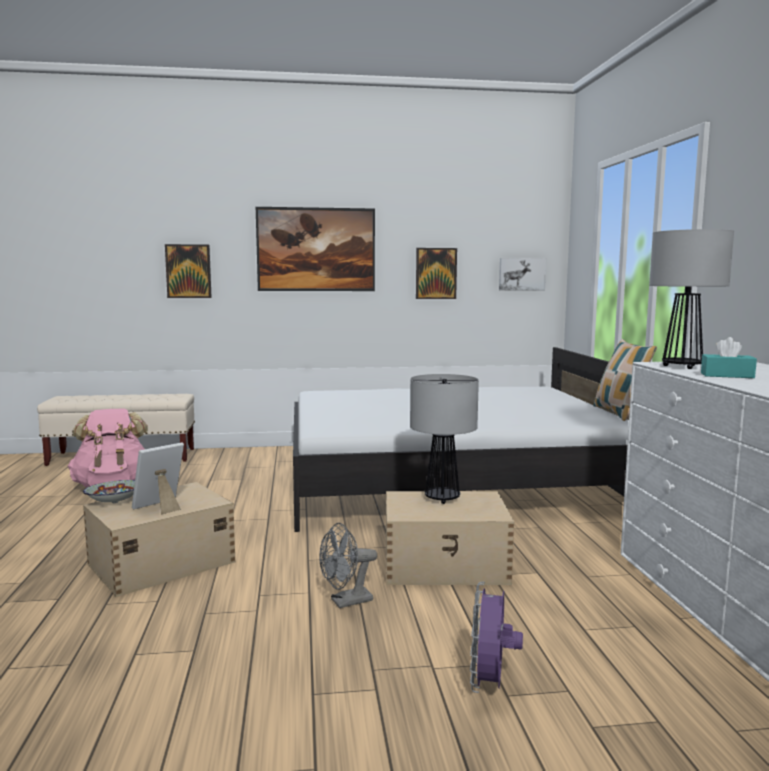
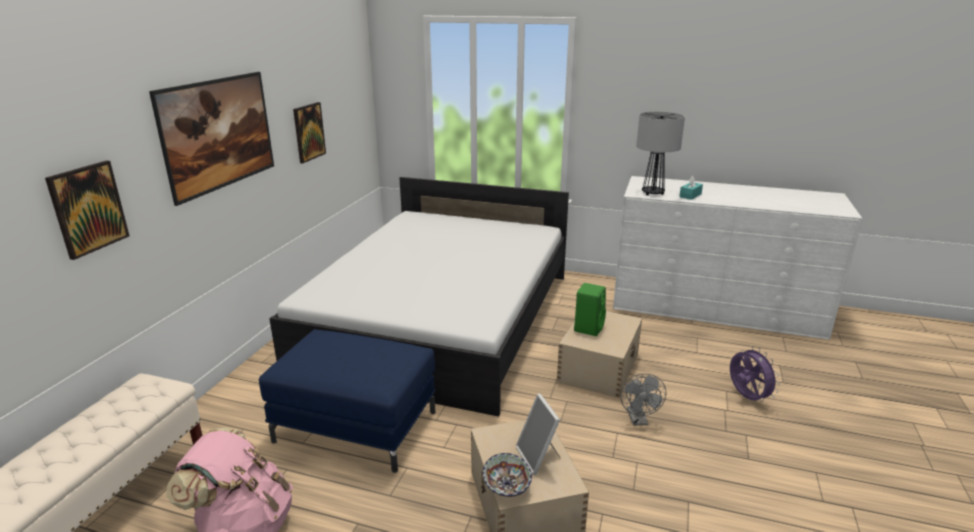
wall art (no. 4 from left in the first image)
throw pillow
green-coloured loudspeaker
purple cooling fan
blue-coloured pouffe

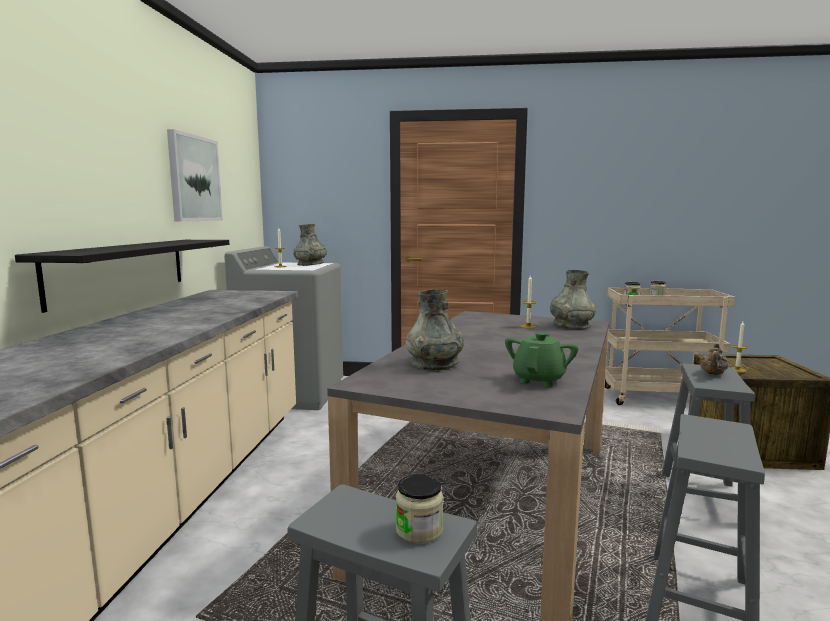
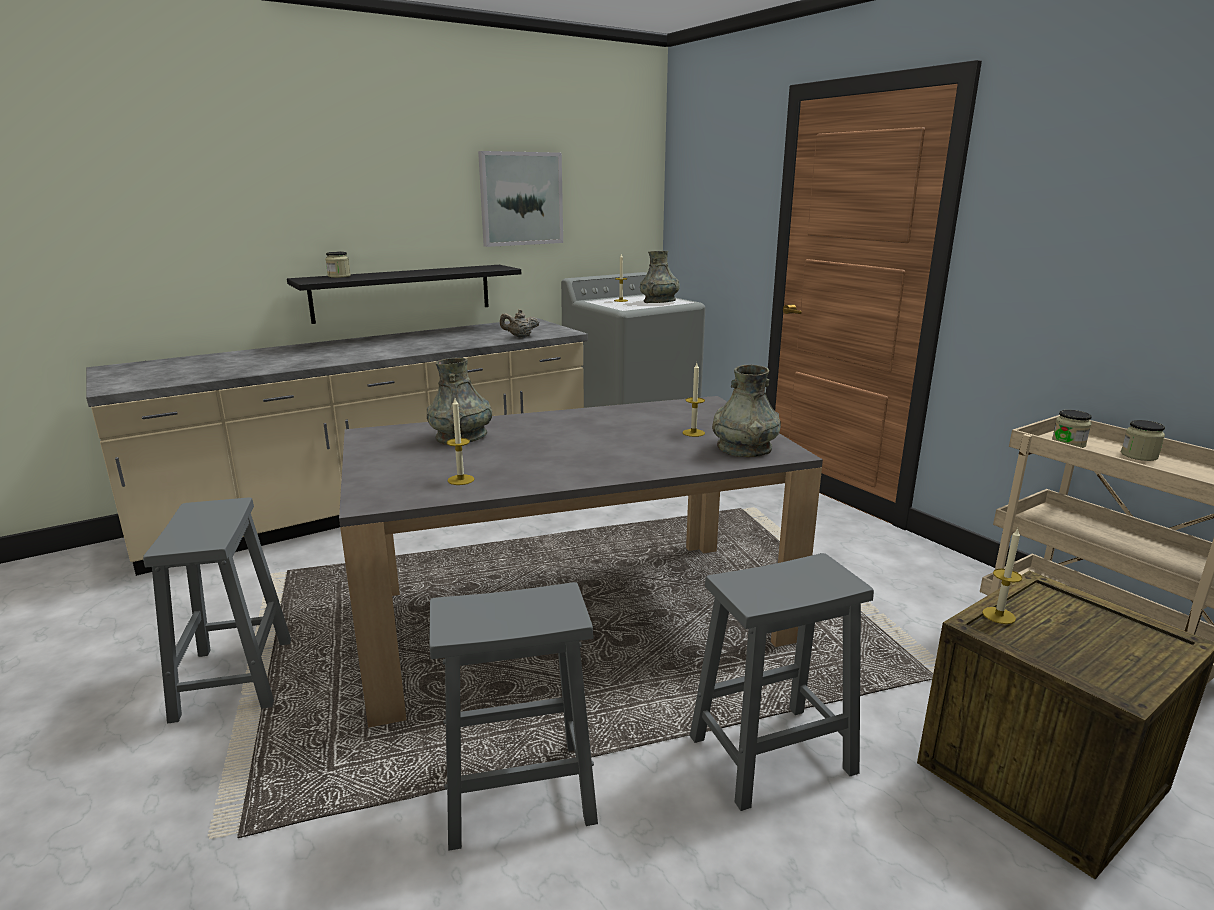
candle (no. 1 from left)
beige tea pot
storage jar (no. 1 from left)

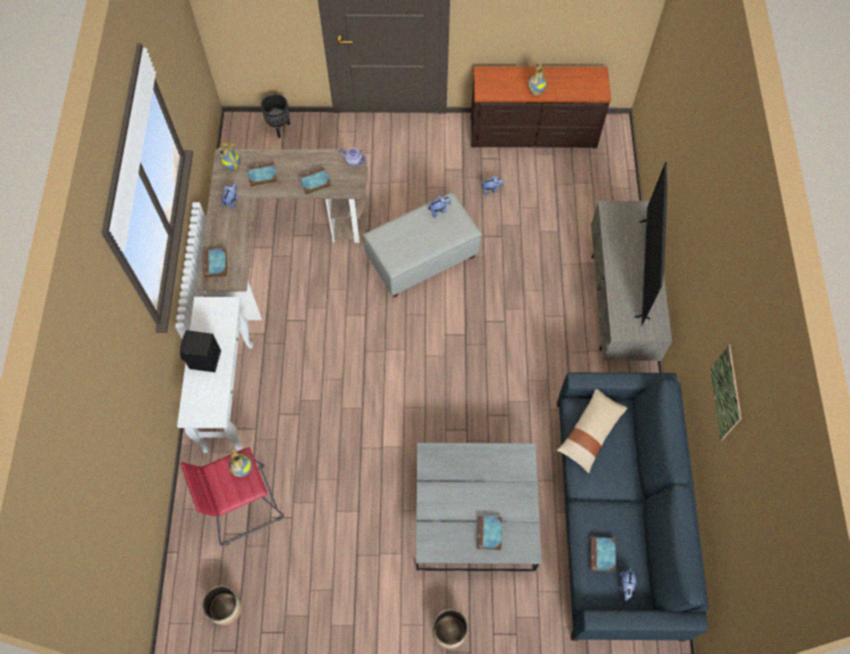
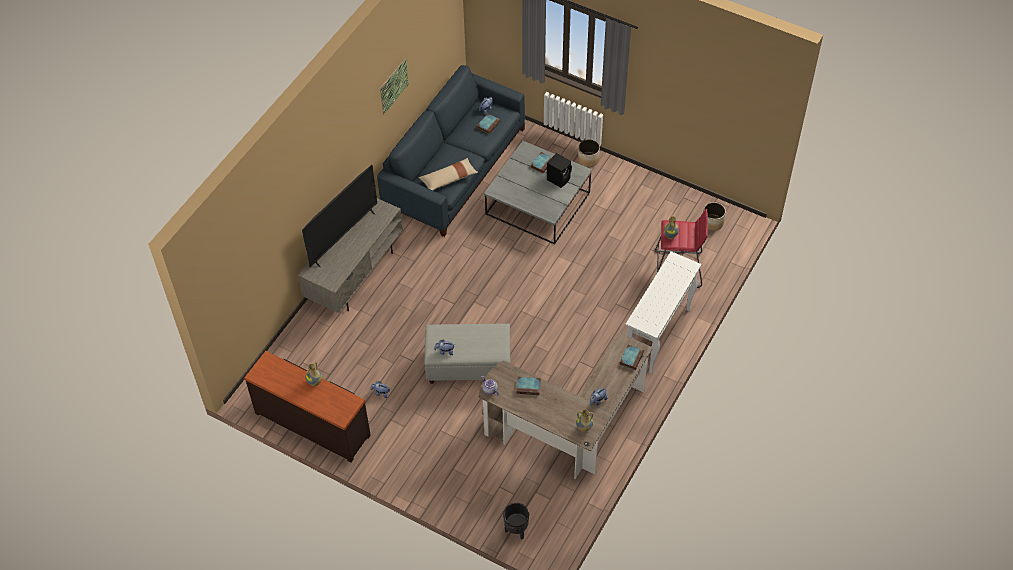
book (no. 2 from left in the first image)
black-coloured loudspeaker

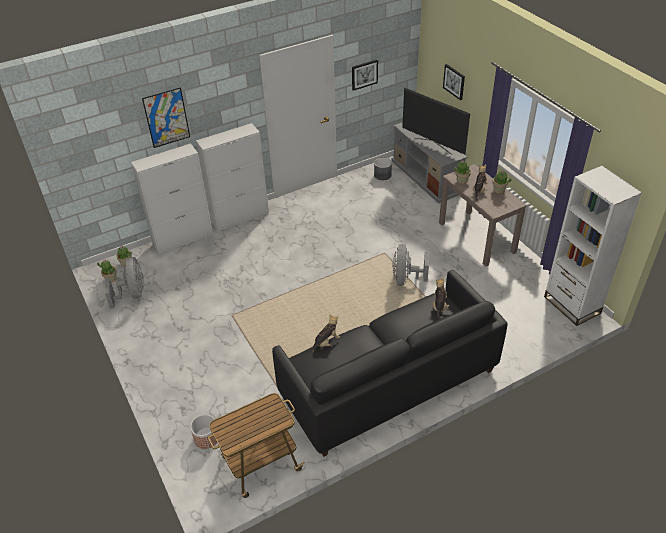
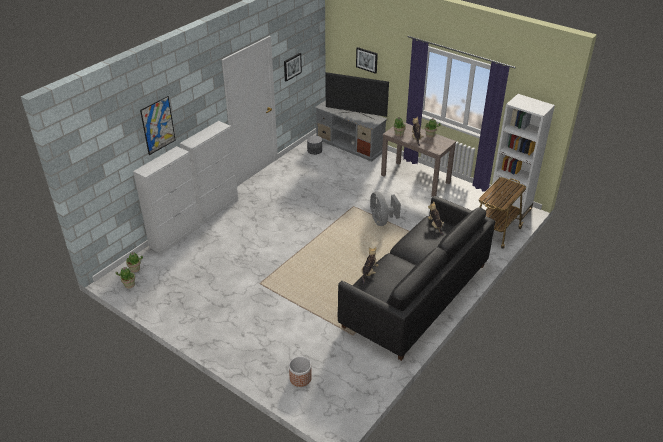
greyish cooling fan (no. 1 from left in the first image)
cart

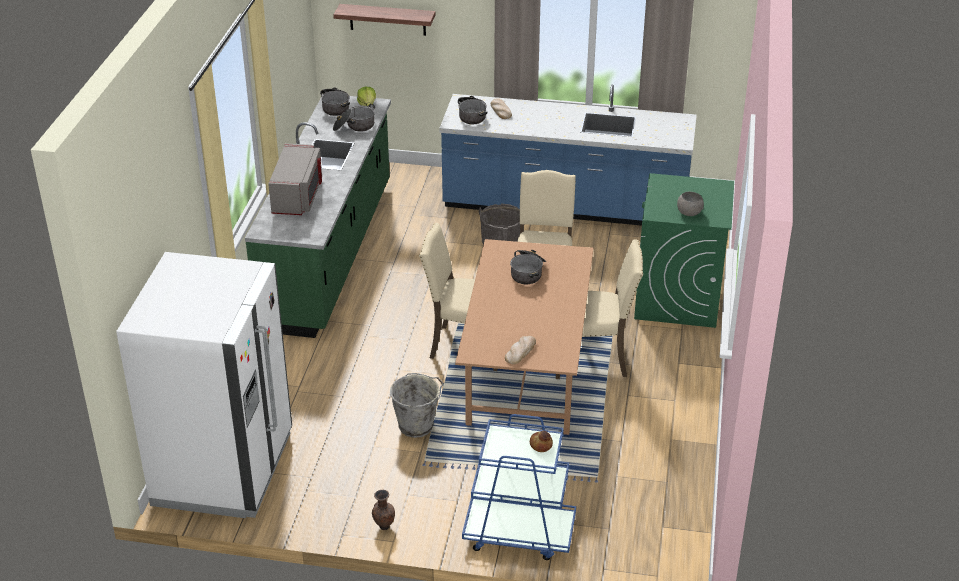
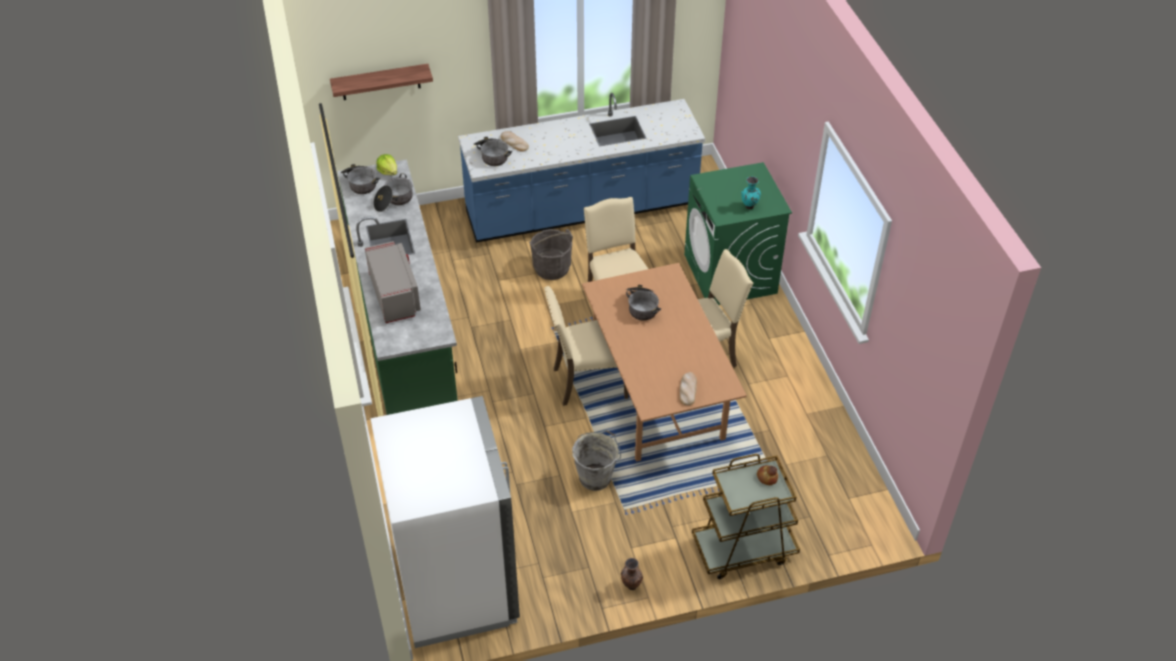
blue-green flower vase
brownish cart

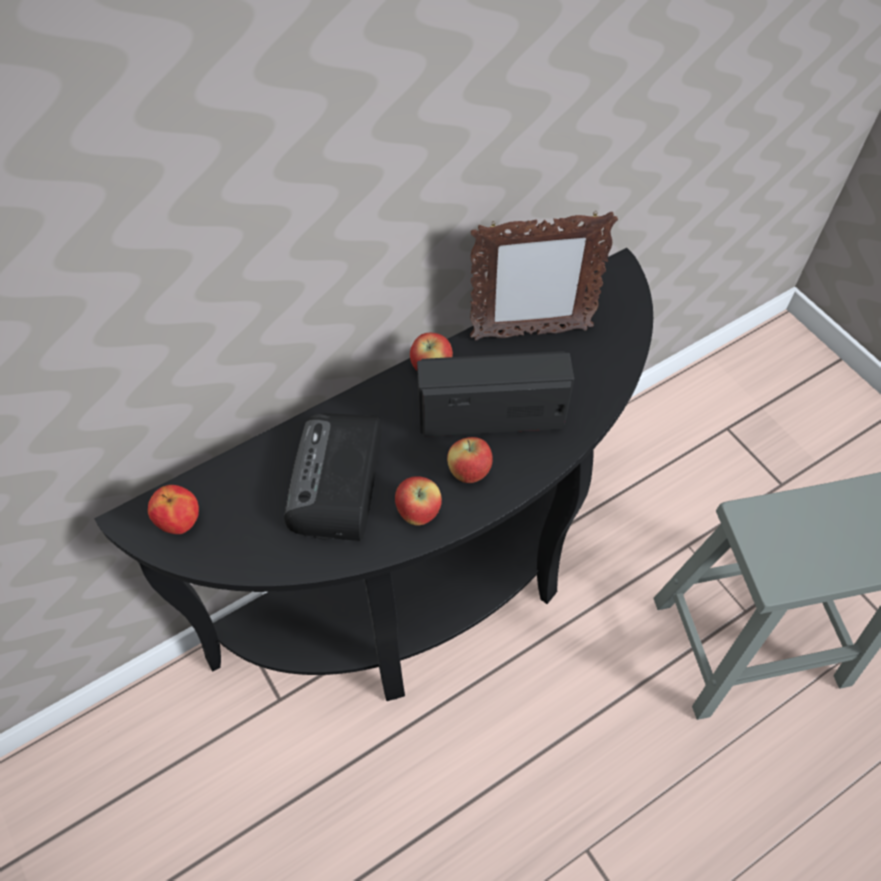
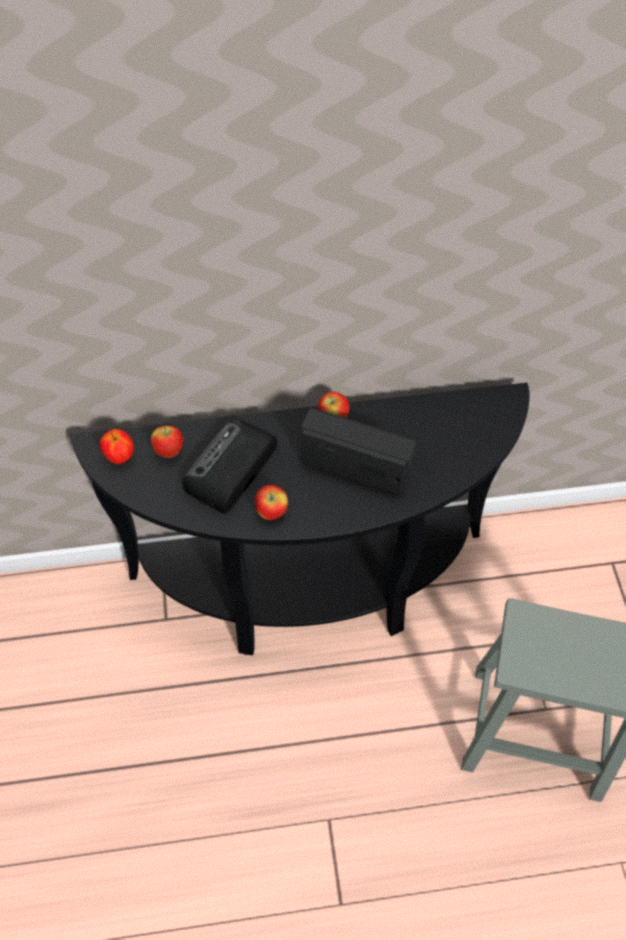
photo frame
apple (no. 2 from left)

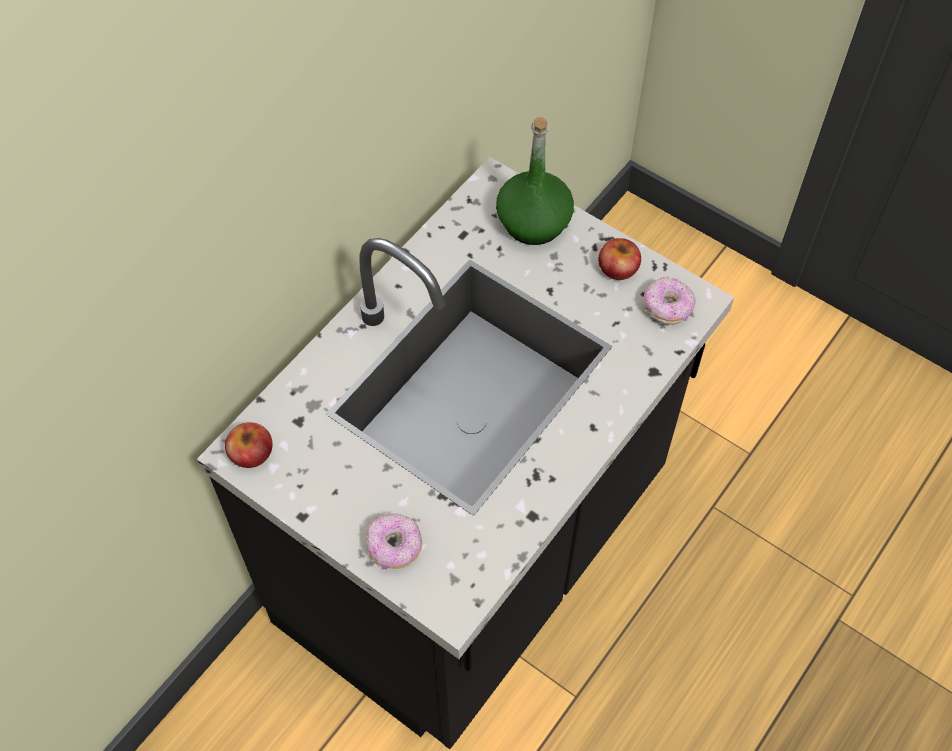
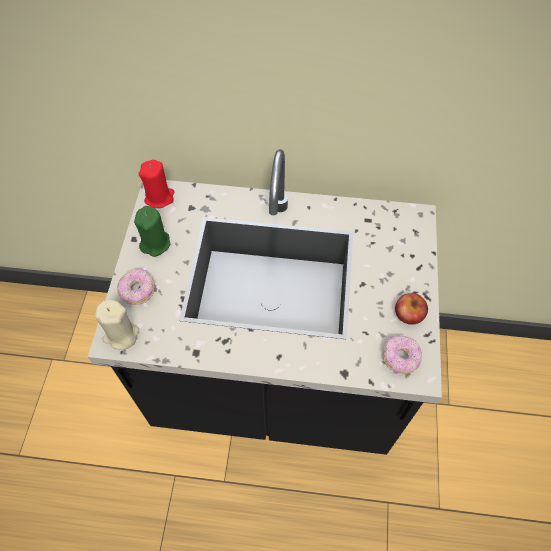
green-coloured beverage bottle
reddish candle
green-coloured candle
beige candle

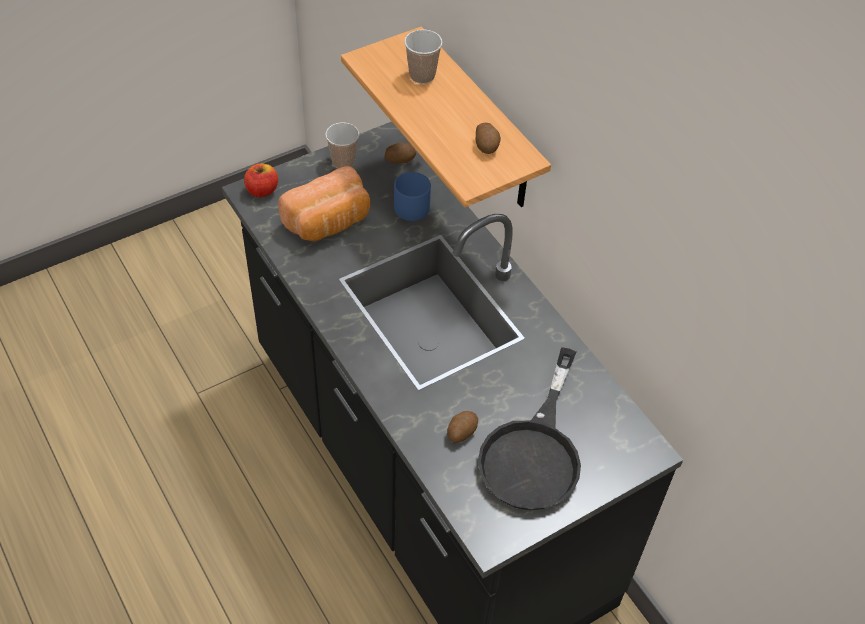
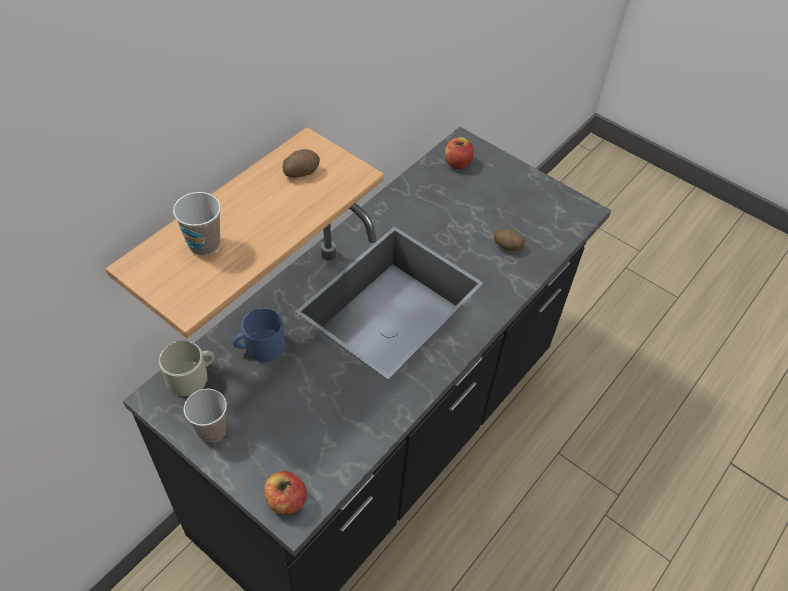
beige coffee mug
baked bread
black-coloured pan
apple (no. 2 from left)

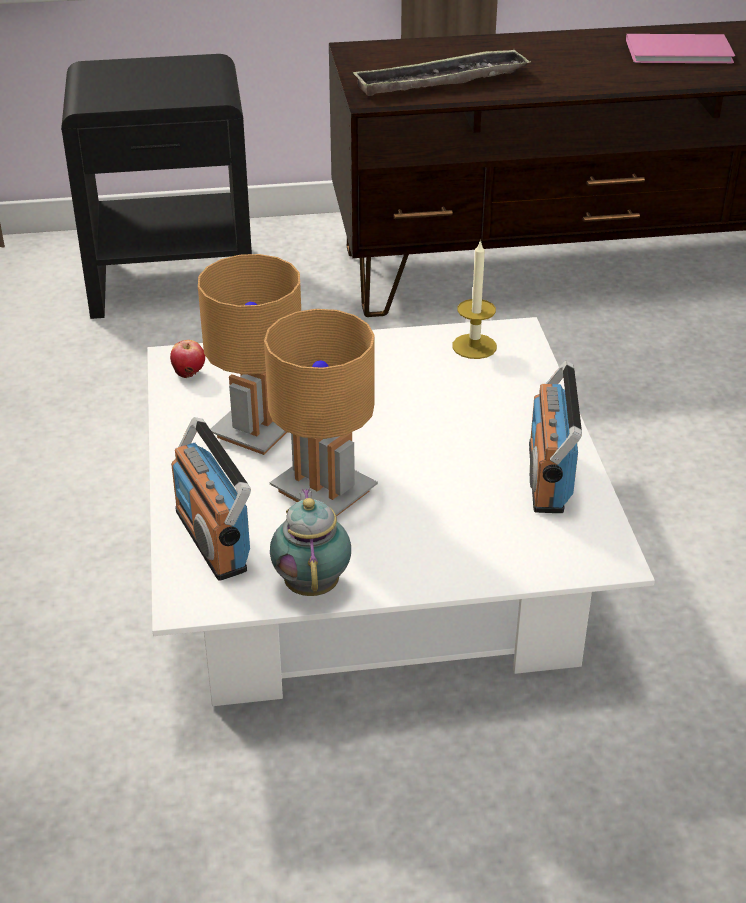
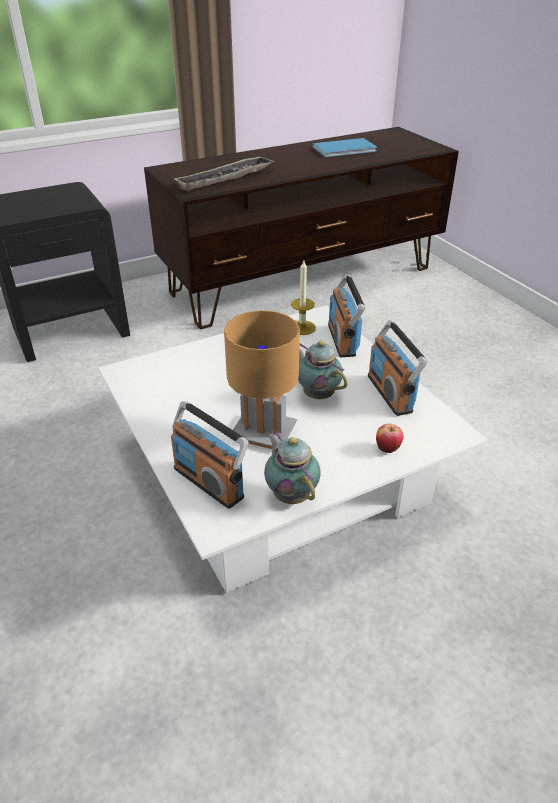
blue-coloured book
brownish tabletop lamp (no. 1 from left in the first image)
apple
radio set (no. 2 from left)
tea pot (no. 2 from left)

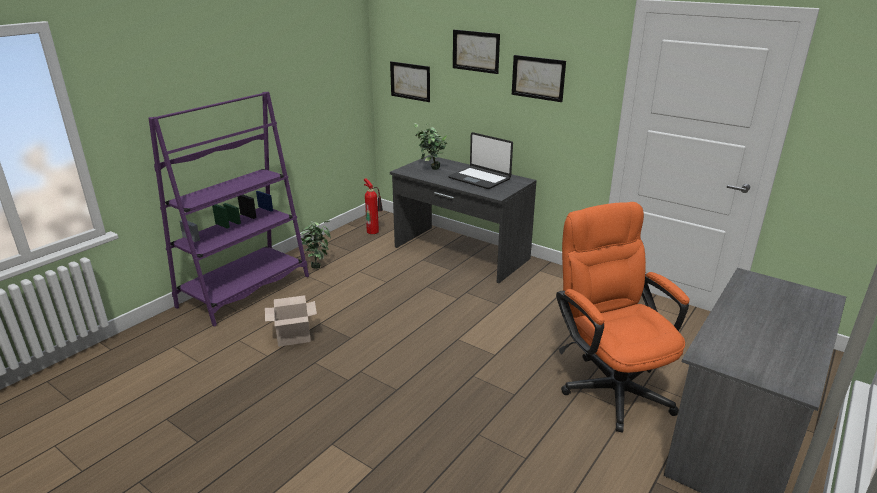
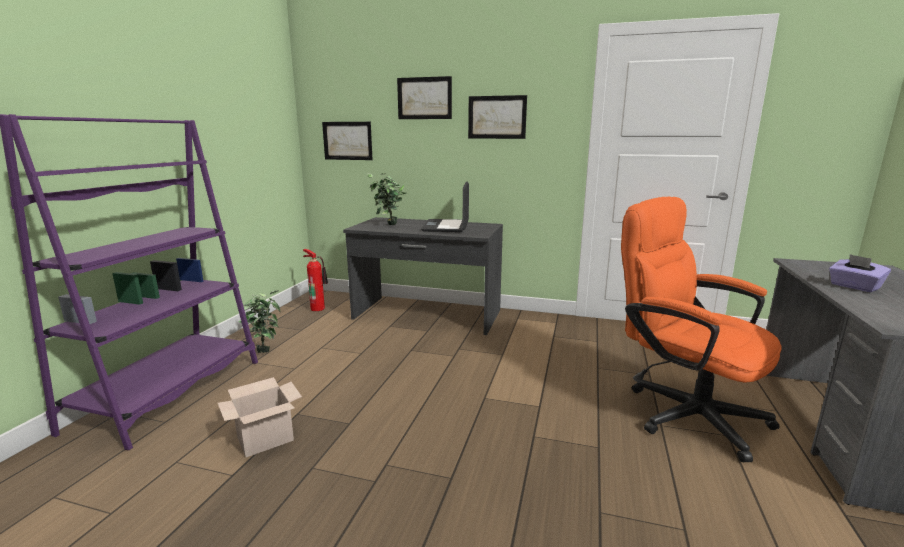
portable computer
purple box of tissues

